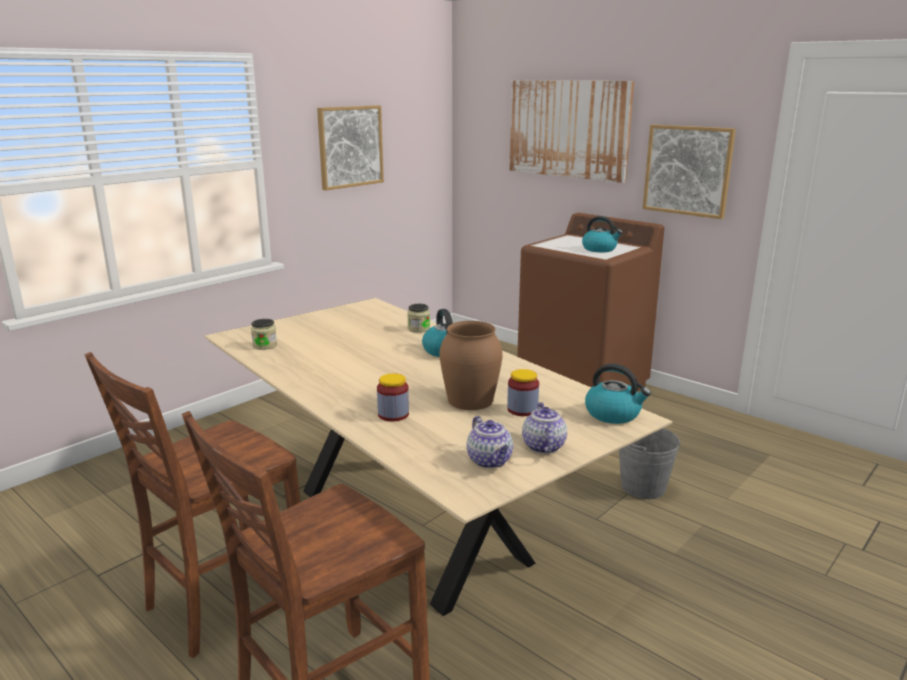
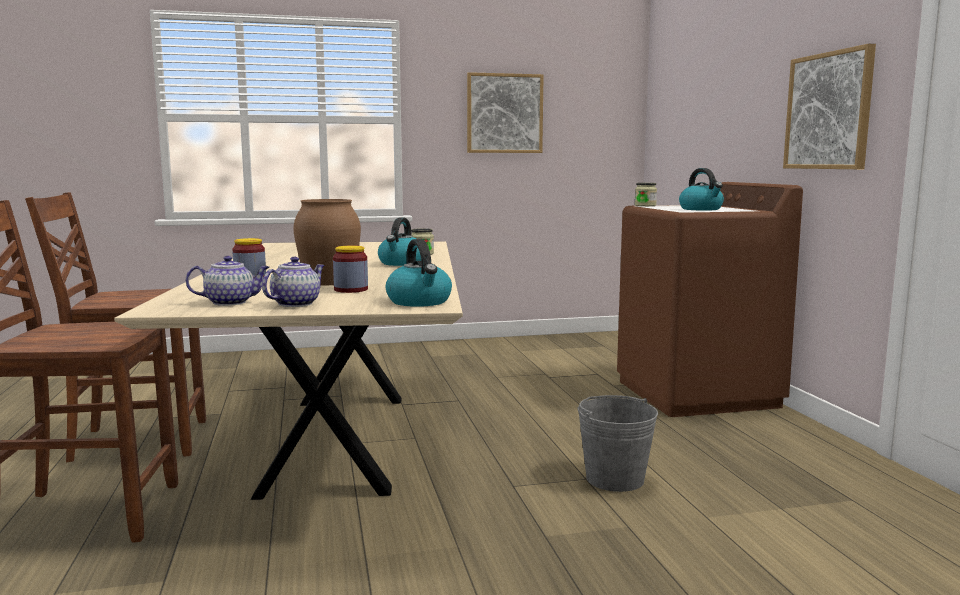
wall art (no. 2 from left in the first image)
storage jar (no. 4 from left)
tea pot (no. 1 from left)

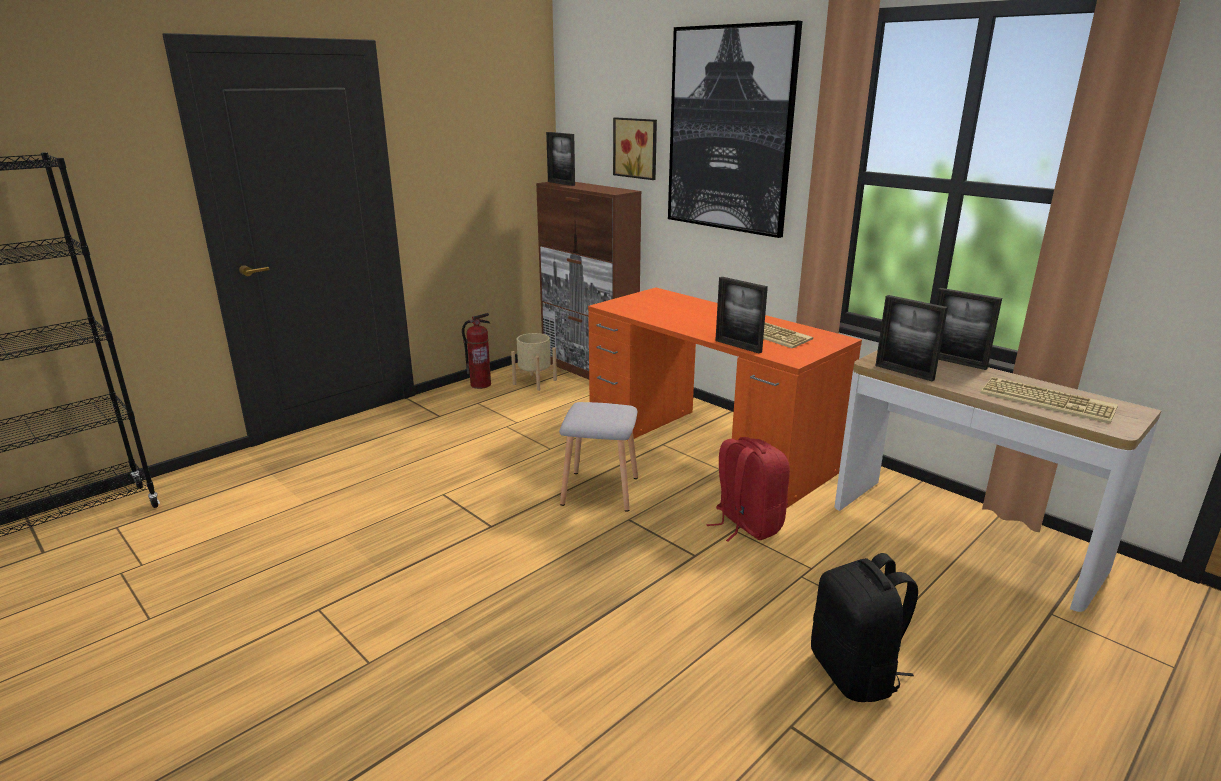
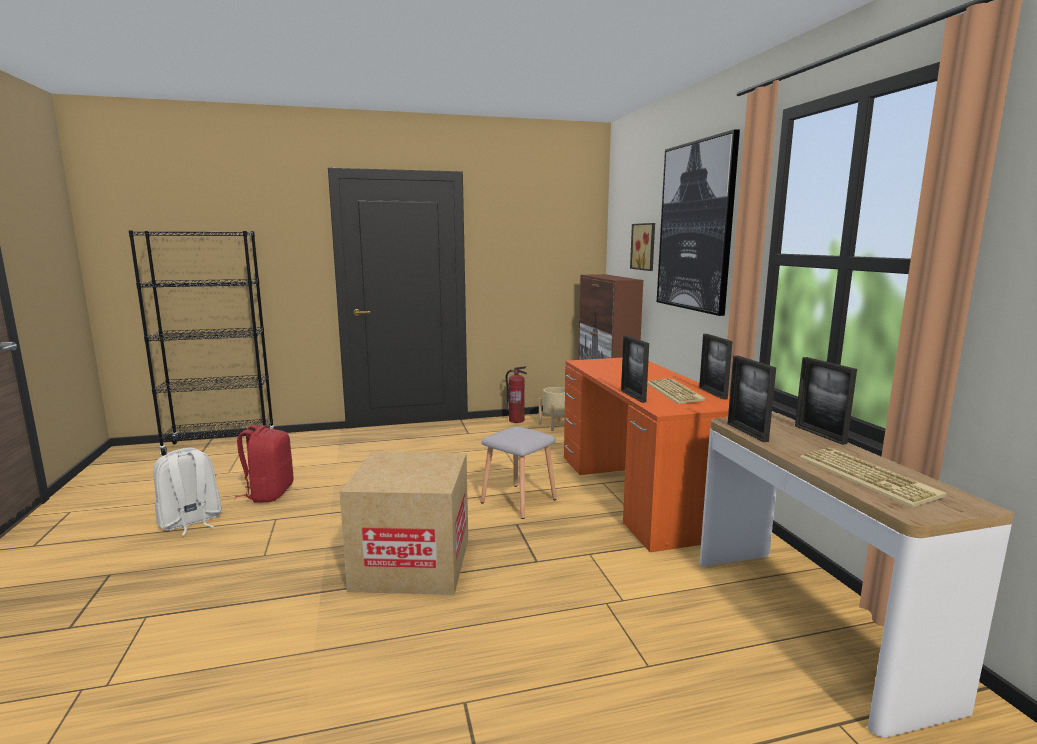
photo frame (no. 2 from left)
reddish knapsack
black-coloured knapsack
whitish knapsack
carton

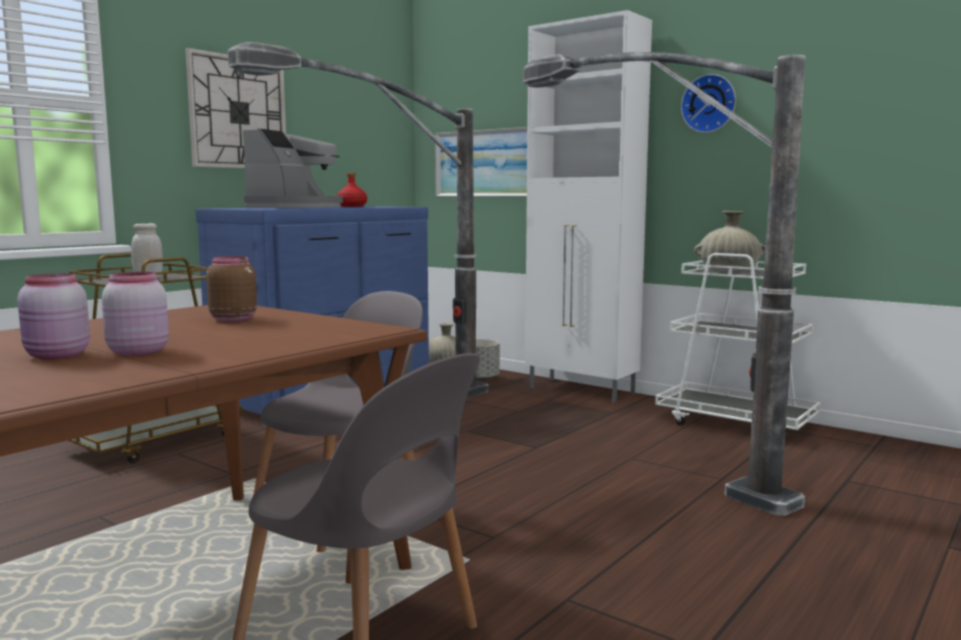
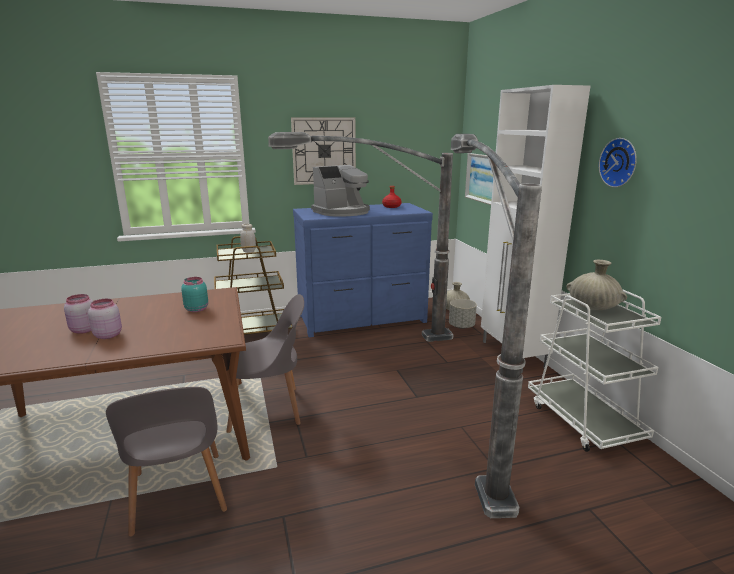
blue-green storage jar

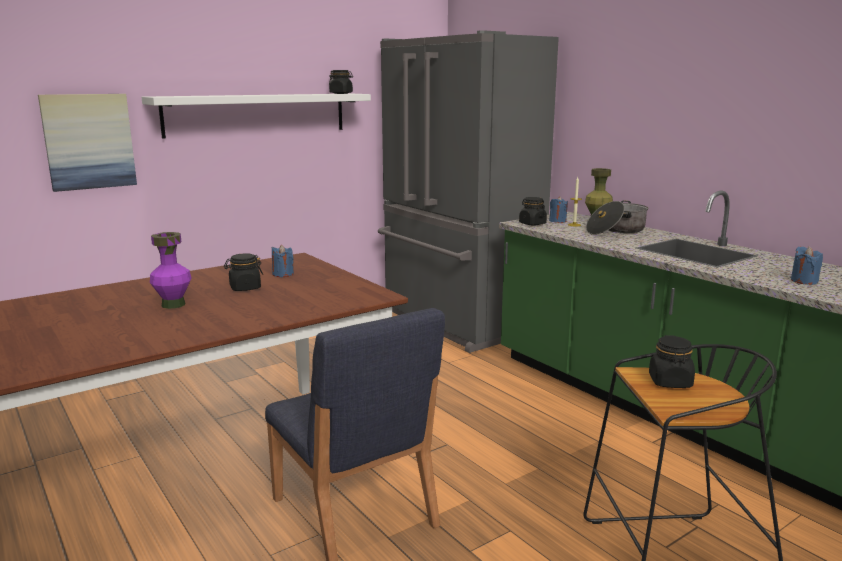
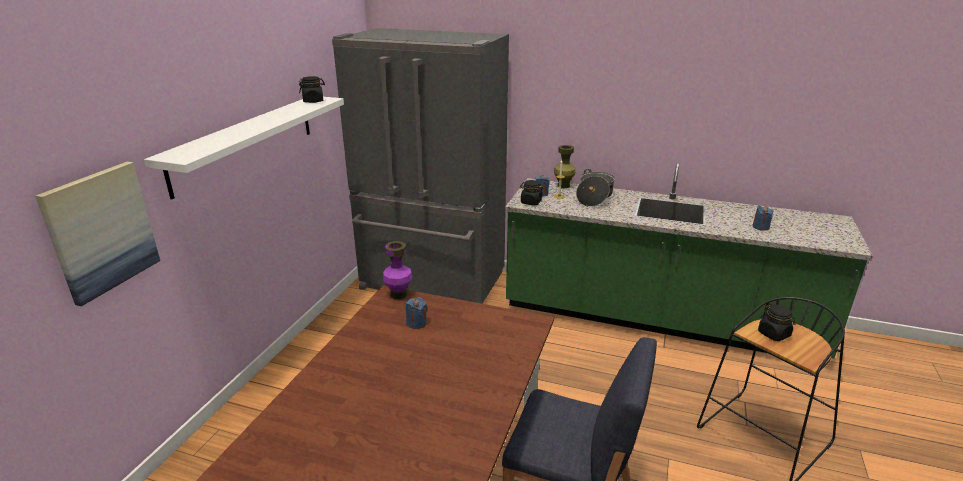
purple flower vase
black-coloured storage jar (no. 1 from left in the first image)

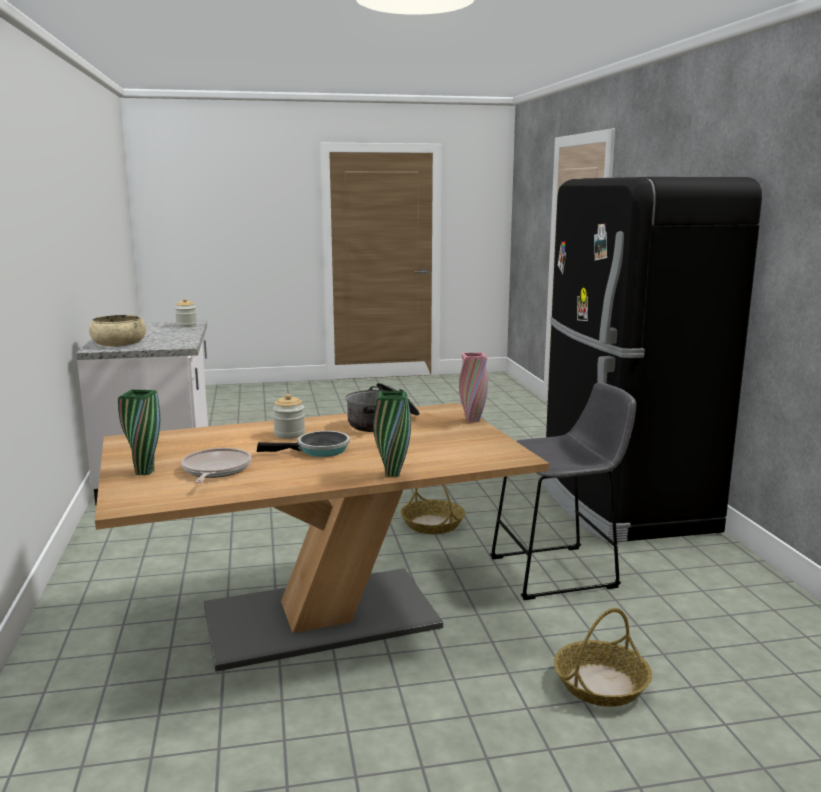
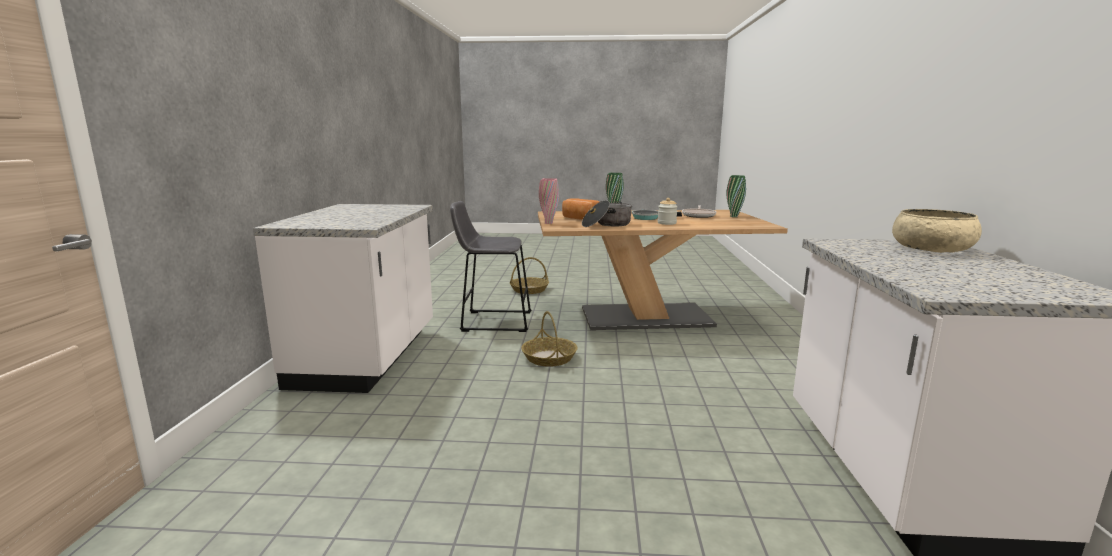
whitish kitchen counter (no. 1 from left)
storage jar (no. 1 from left in the first image)
baked bread

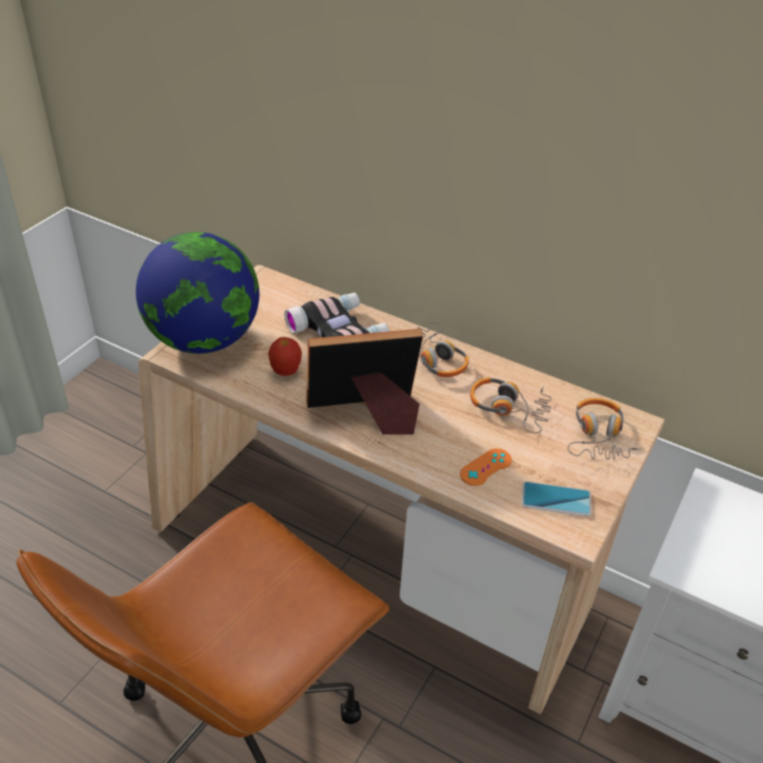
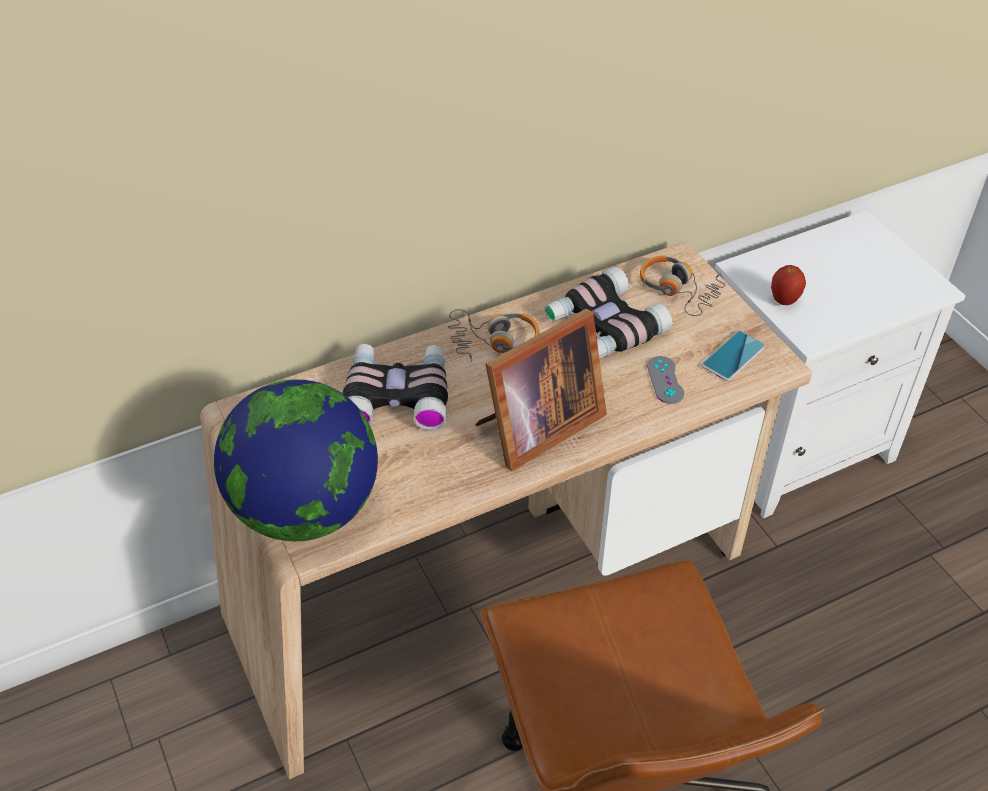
photo frame
apple
binoculars (no. 2 from left)
greyish gamepad

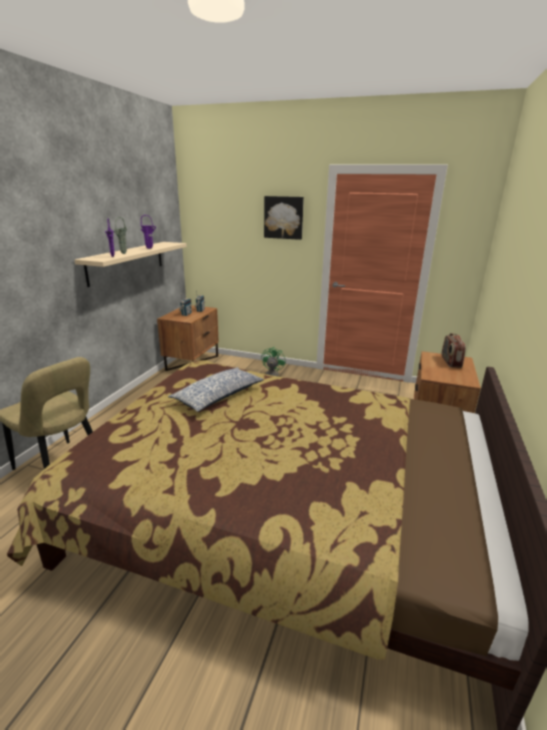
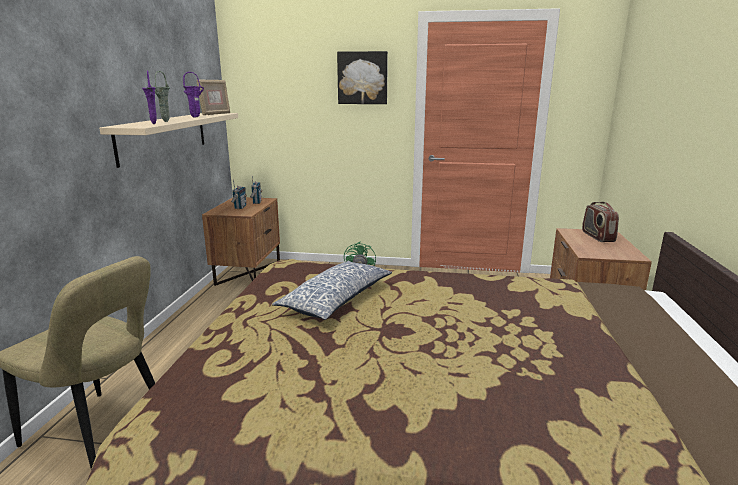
photo frame

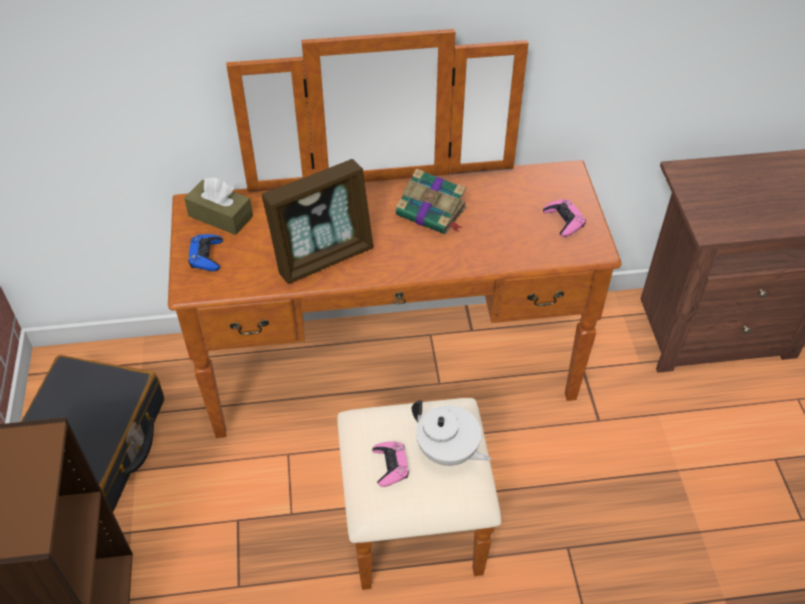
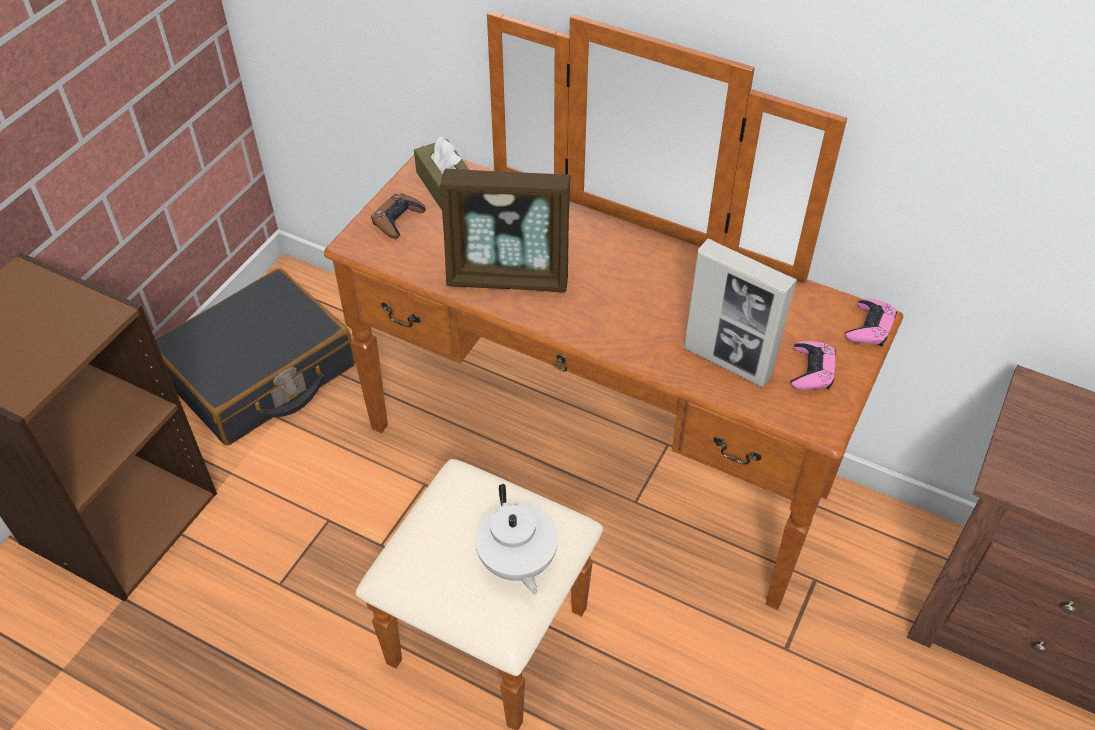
book
brownish gamepad
pink-coloured gamepad (no. 2 from left)
photo frame (no. 2 from left)

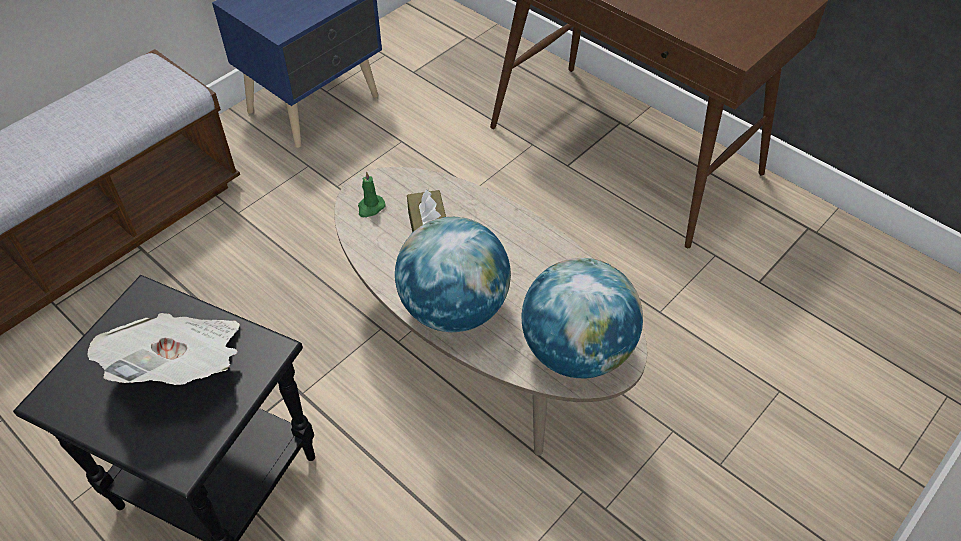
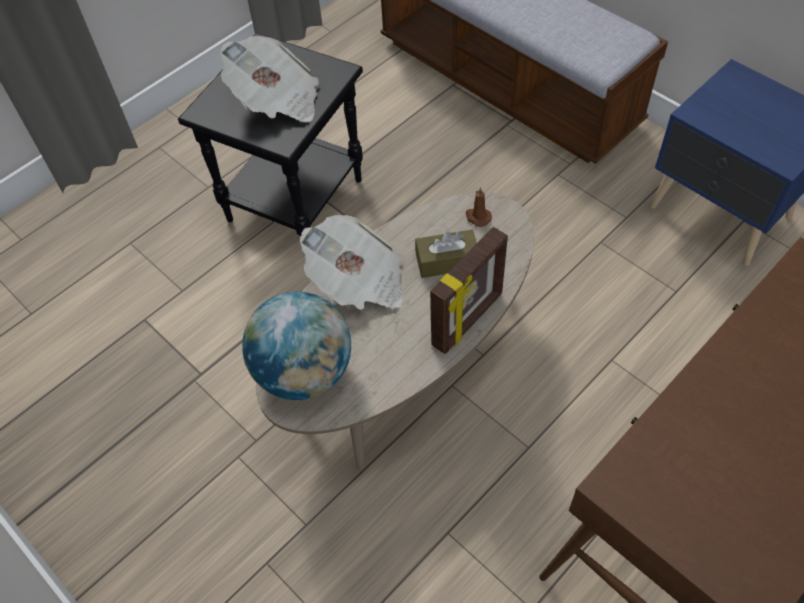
brownish candle
newspaper (no. 2 from left)
photo frame

